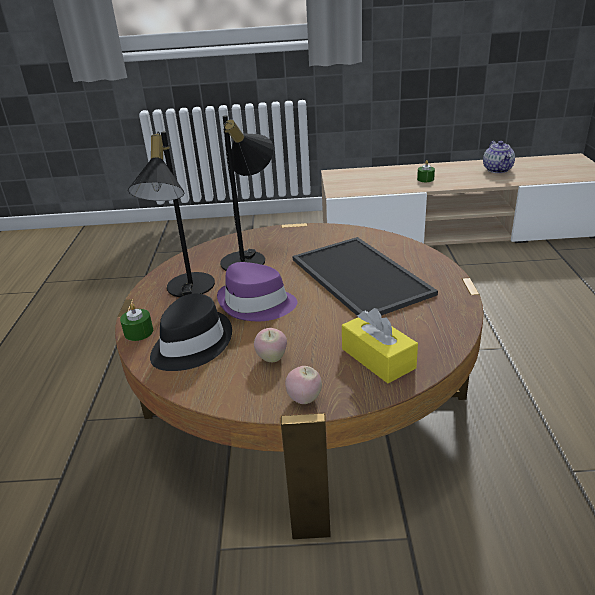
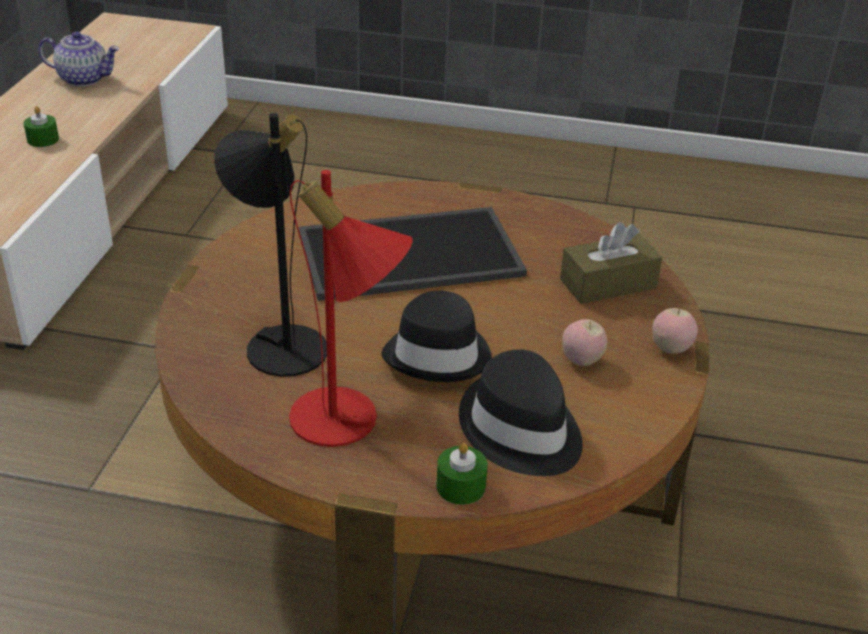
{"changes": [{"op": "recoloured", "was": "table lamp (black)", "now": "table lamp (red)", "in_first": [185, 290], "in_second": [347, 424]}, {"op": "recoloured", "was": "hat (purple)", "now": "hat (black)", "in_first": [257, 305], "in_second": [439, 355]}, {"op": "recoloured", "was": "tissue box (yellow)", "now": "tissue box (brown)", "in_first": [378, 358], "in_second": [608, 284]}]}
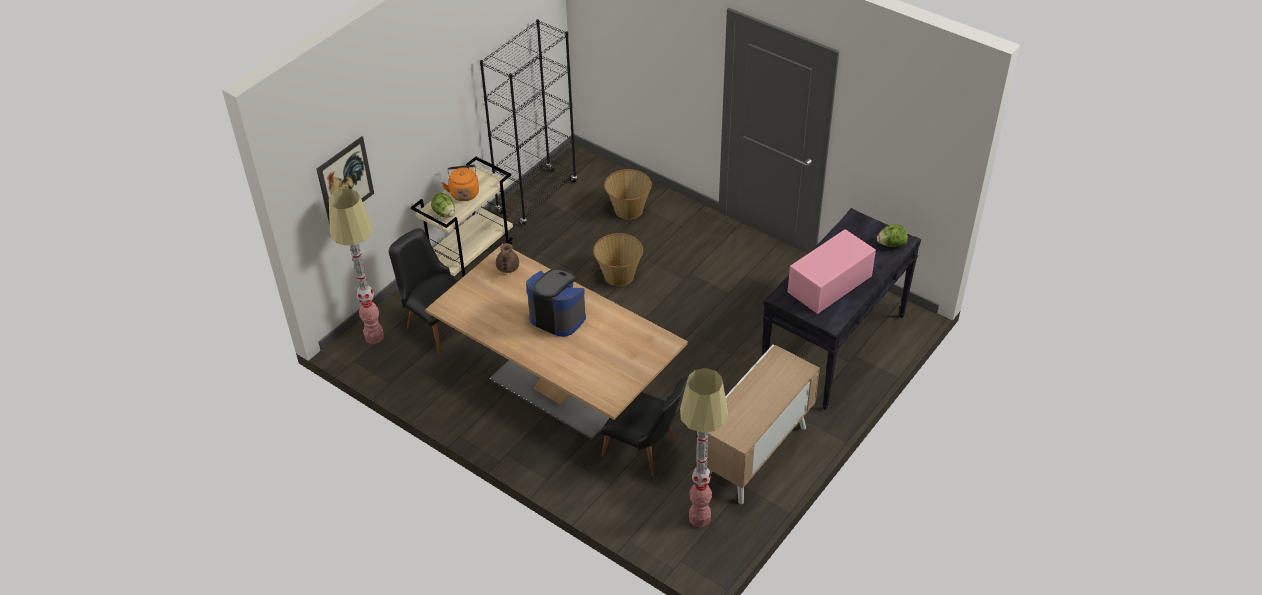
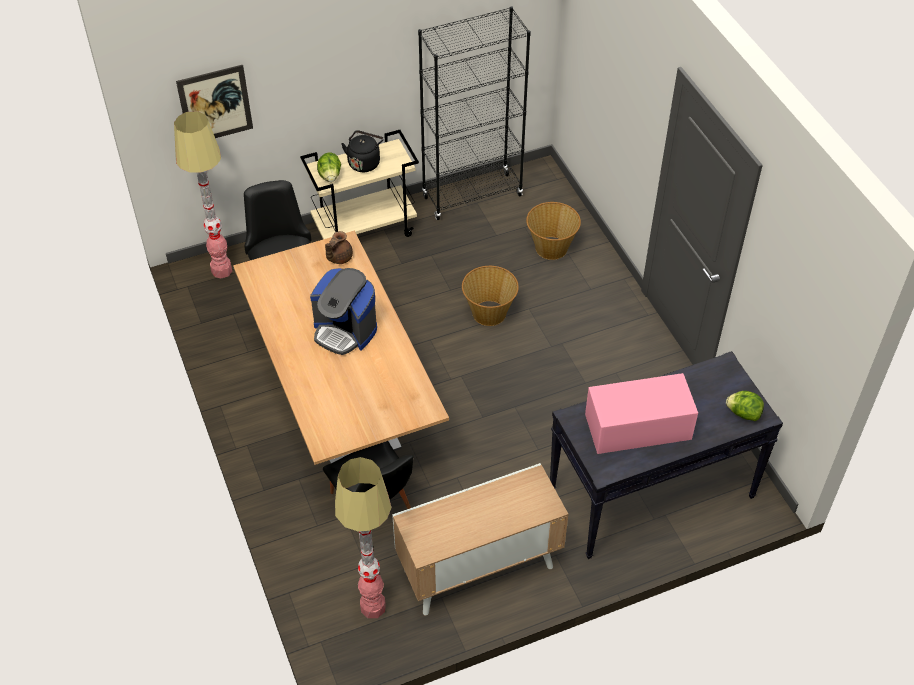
{"changes": [{"op": "recoloured", "was": "kettle (orange)", "now": "kettle (black)", "in_first": [464, 192], "in_second": [364, 162]}, {"op": "turned", "was": "coffee machine", "in_first": [558, 317], "in_second": [345, 331], "clockwise": 150}]}
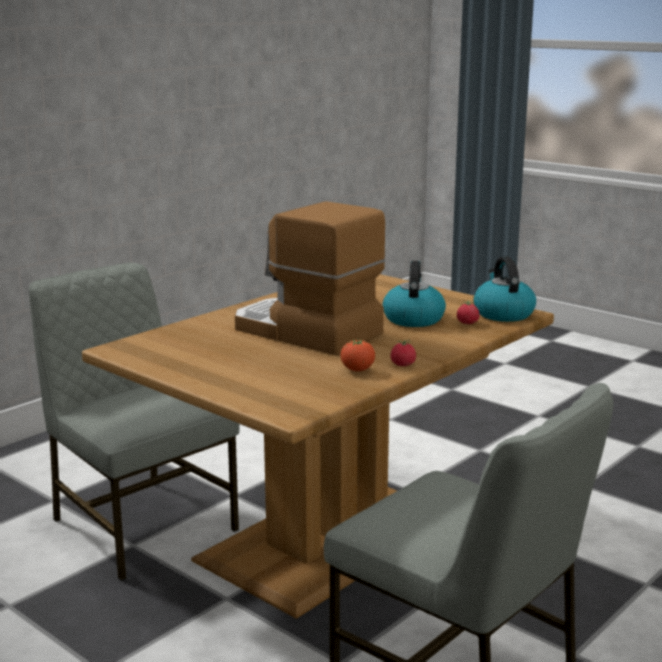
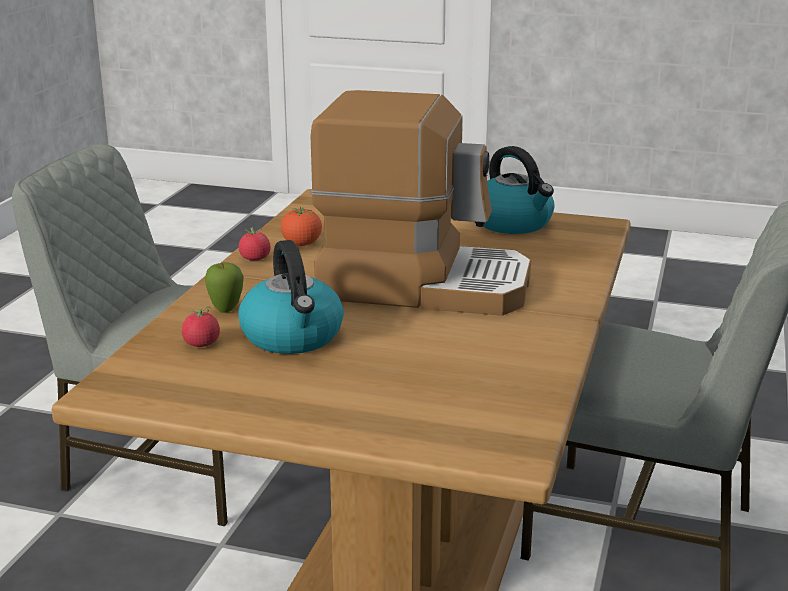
{"changes": [{"op": "moved", "was": "kettle", "in_first": [503, 313], "in_second": [513, 223]}, {"op": "added", "now": "apple", "in_second": [226, 310]}]}
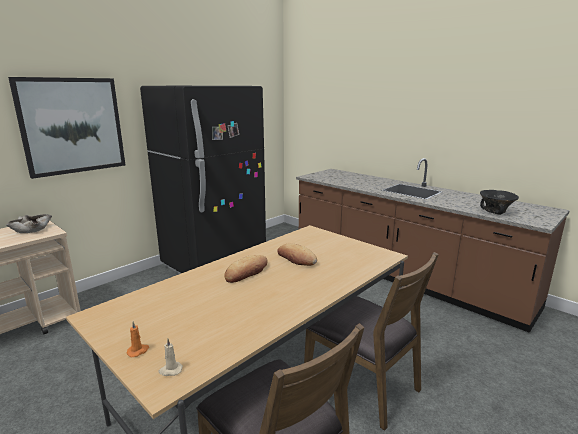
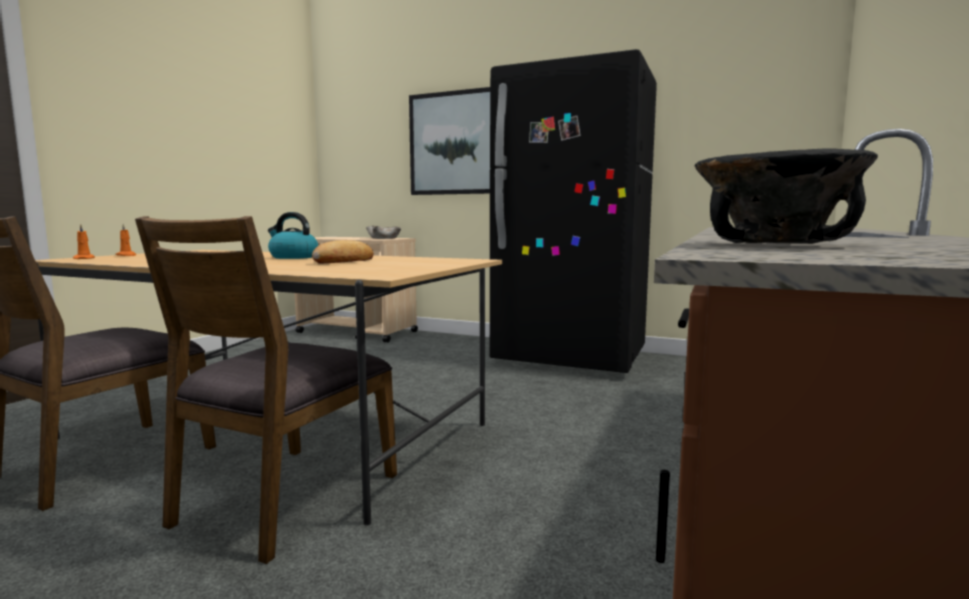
{"changes": [{"op": "recoloured", "was": "candle (beige)", "now": "candle (orange)", "in_first": [170, 370], "in_second": [84, 259]}, {"op": "replaced", "was": "bread", "now": "kettle", "in_first": [246, 272], "in_second": [293, 257]}]}
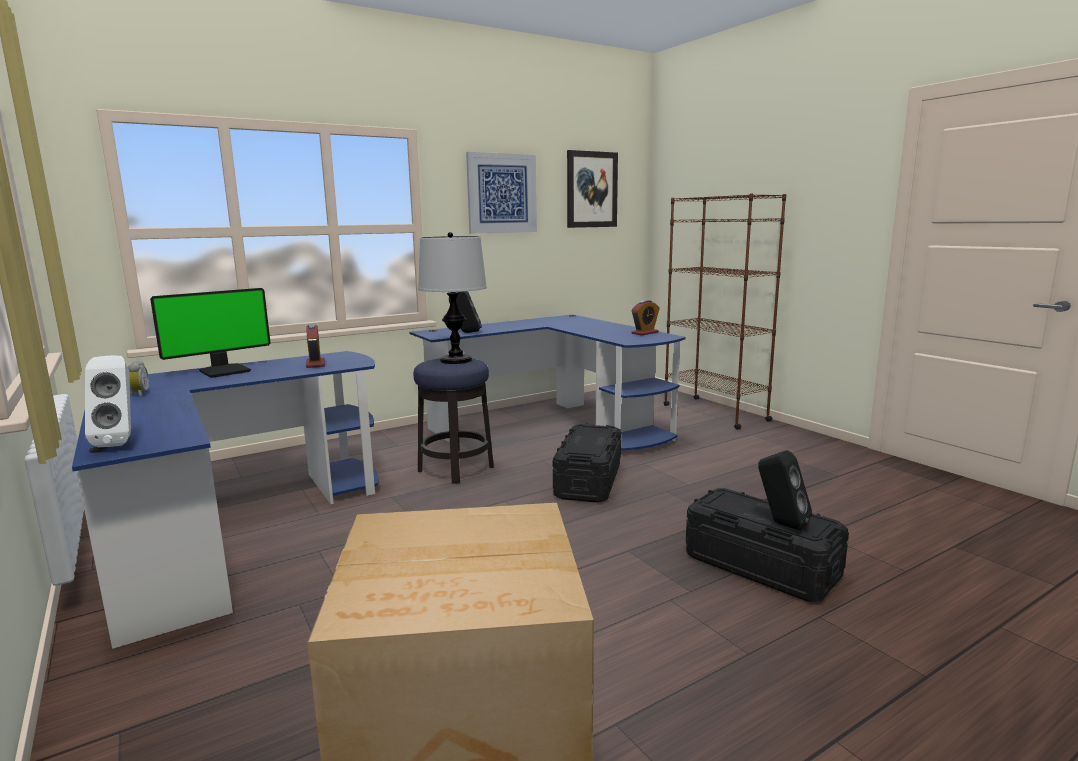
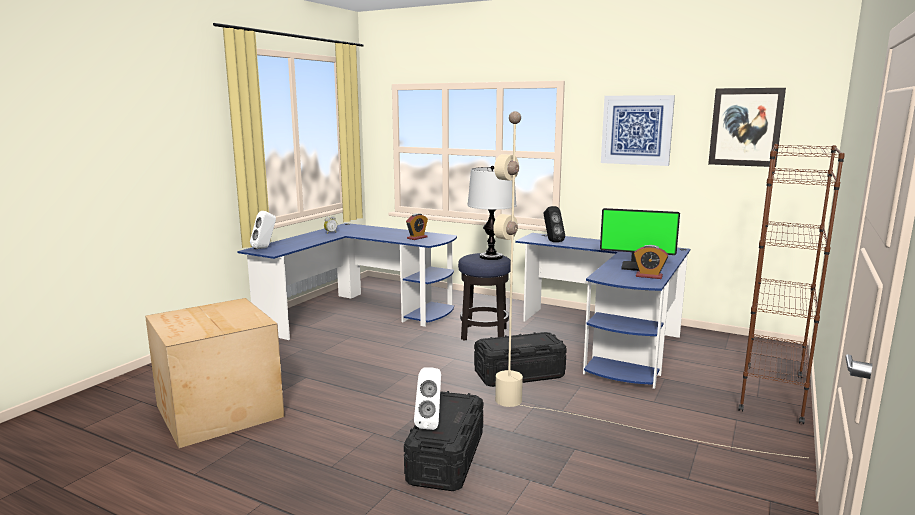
{"changes": [{"op": "moved", "was": "monitor", "in_first": [225, 371], "in_second": [636, 266]}, {"op": "recoloured", "was": "speaker (black)", "now": "speaker (white)", "in_first": [780, 524], "in_second": [431, 423]}, {"op": "added", "now": "floor lamp (beige)", "in_second": [581, 416]}]}
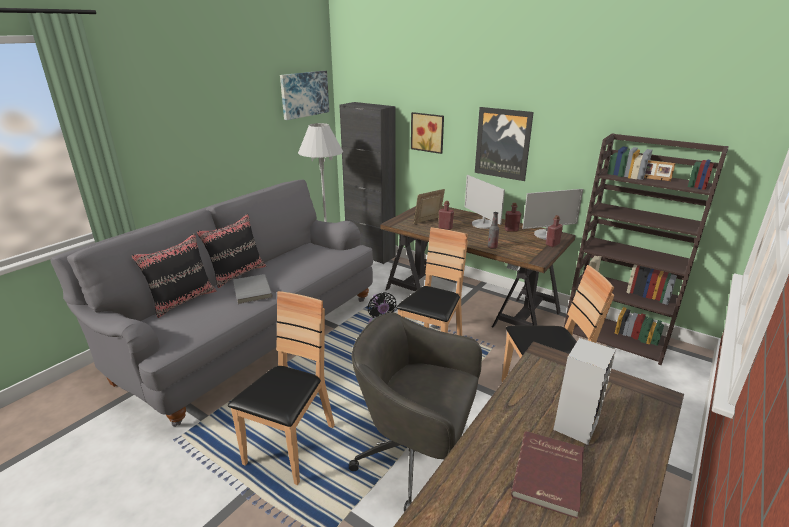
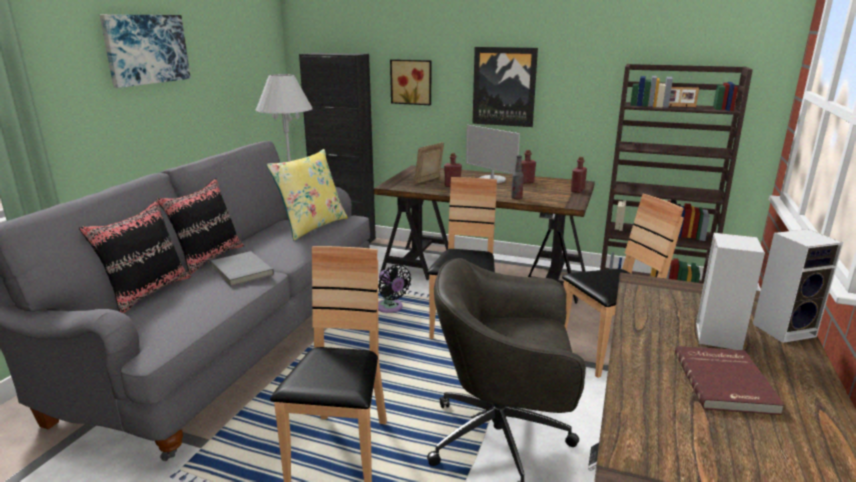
{"changes": [{"op": "moved", "was": "picture", "in_first": [304, 94], "in_second": [146, 49]}, {"op": "removed", "was": "monitor", "in_first": [546, 235]}, {"op": "added", "now": "pillow (yellow)", "in_second": [312, 226]}, {"op": "added", "now": "speaker", "in_second": [784, 329]}]}
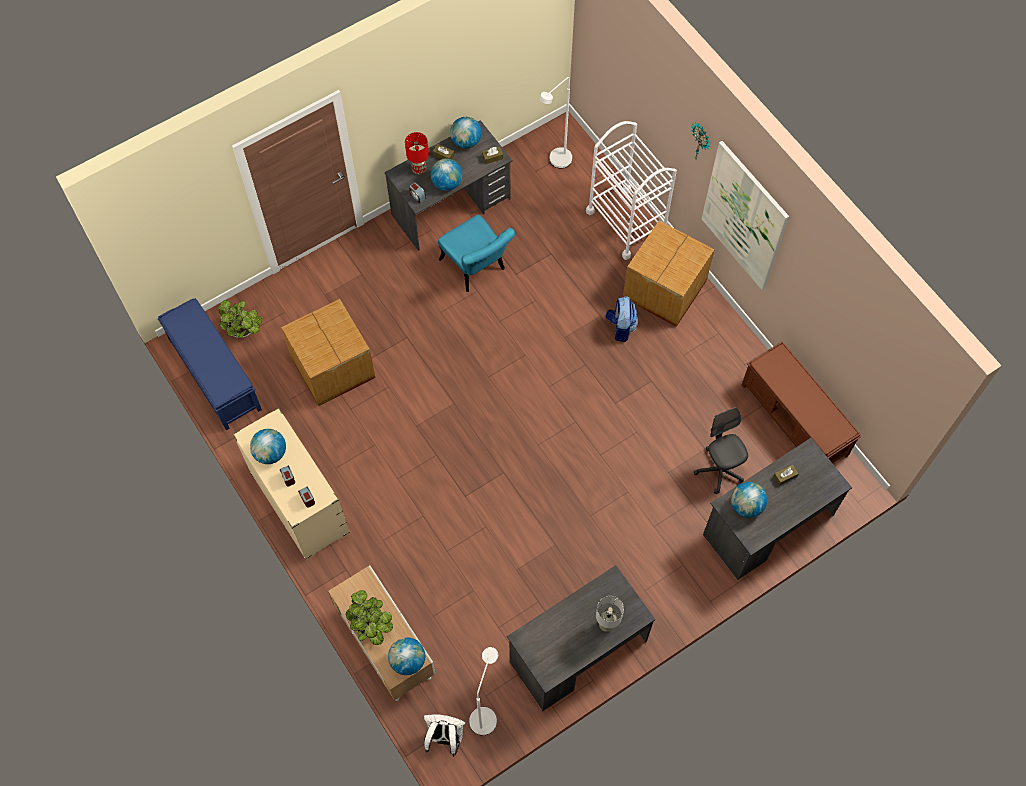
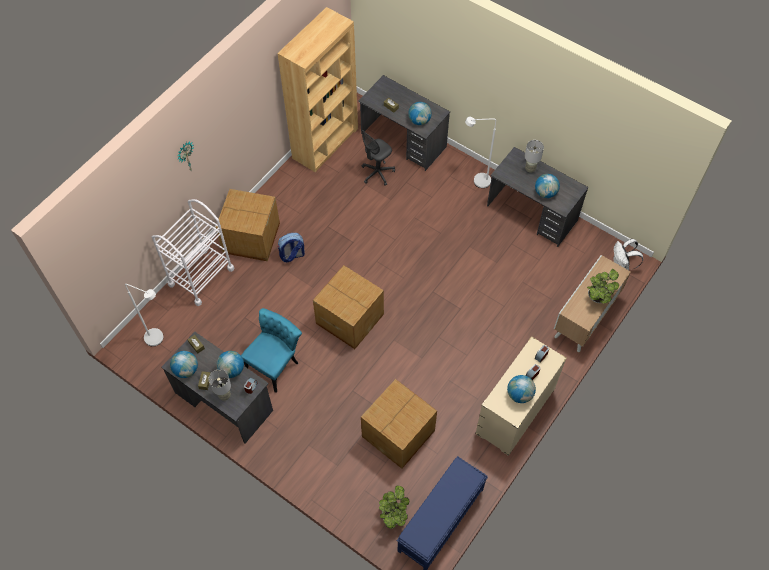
{"changes": [{"op": "moved", "was": "globe", "in_first": [407, 660], "in_second": [545, 193]}, {"op": "recoloured", "was": "table lamp (red)", "now": "table lamp (grey)", "in_first": [419, 169], "in_second": [225, 395]}, {"op": "moved", "was": "floor lamp (white)", "in_first": [485, 713], "in_second": [477, 181]}, {"op": "removed", "was": "picture", "in_first": [744, 216]}, {"op": "replaced", "was": "bench (brown)", "now": "bookcase (brown)", "in_first": [795, 420], "in_second": [325, 143]}, {"op": "added", "now": "cardboard box", "in_second": [349, 318]}]}
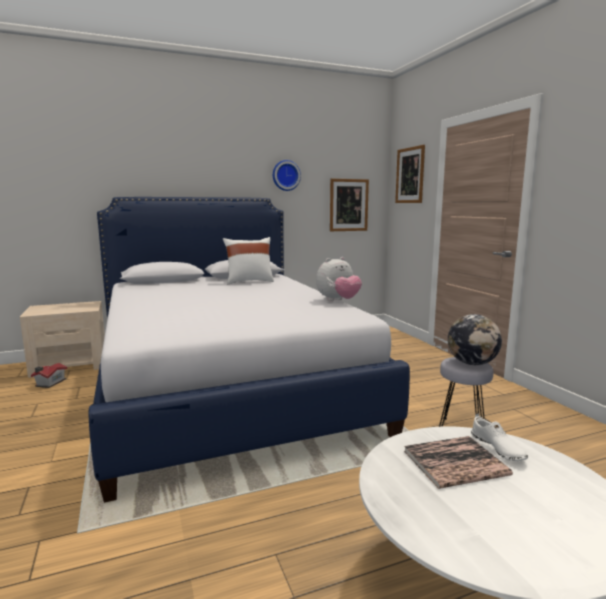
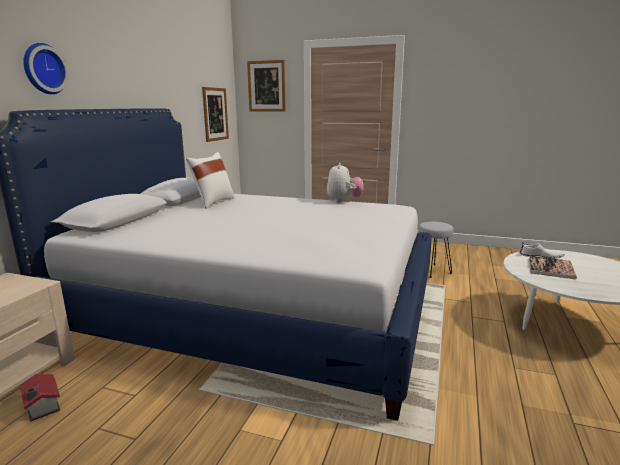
{"changes": [{"op": "moved", "was": "wall clock", "in_first": [285, 175], "in_second": [43, 69]}, {"op": "removed", "was": "globe", "in_first": [472, 363]}]}
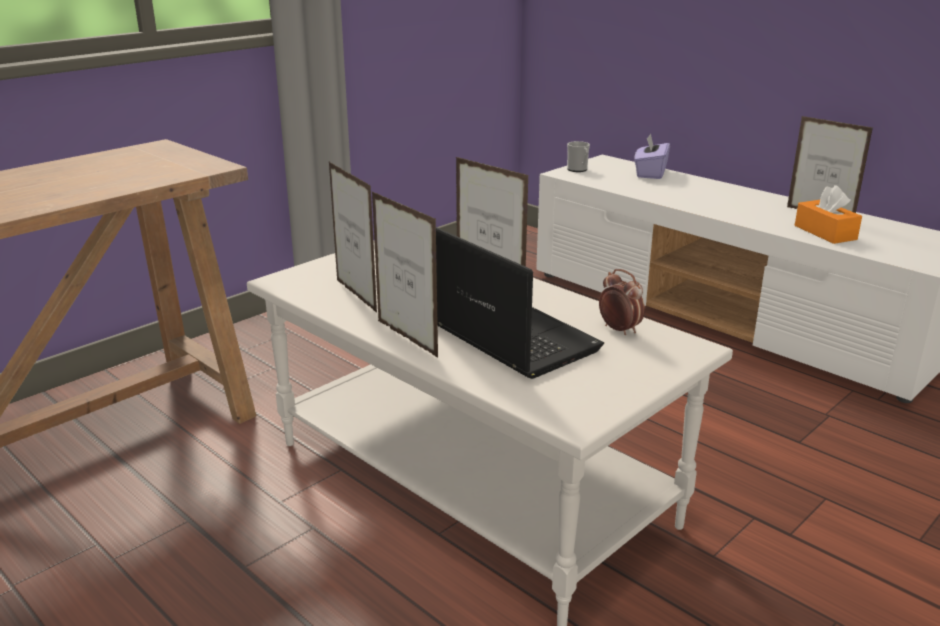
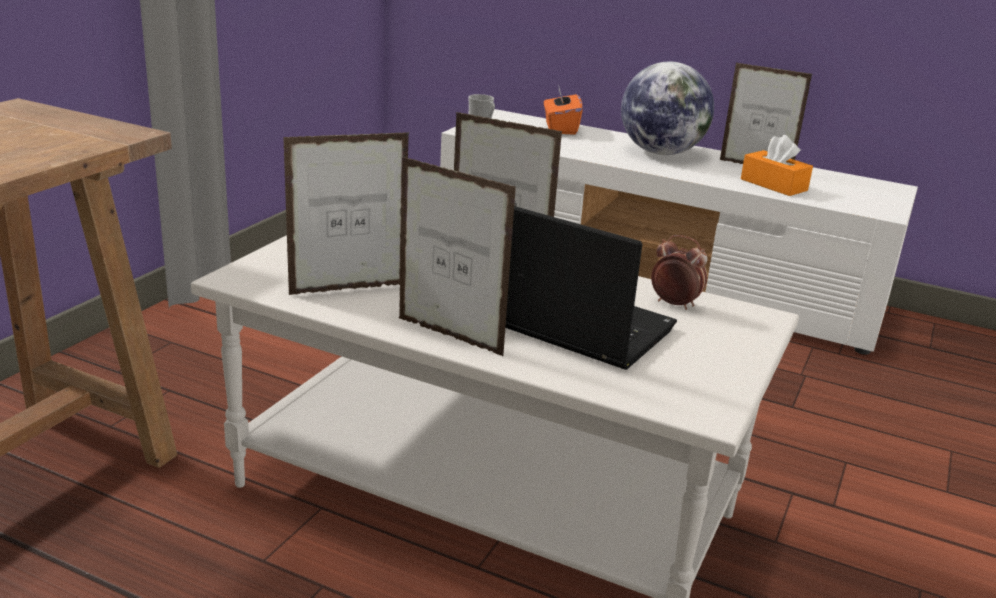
{"changes": [{"op": "turned", "was": "picture frame", "in_first": [356, 296], "in_second": [348, 289], "clockwise": 120}, {"op": "recoloured", "was": "tissue box (purple)", "now": "tissue box (orange)", "in_first": [650, 173], "in_second": [560, 128]}, {"op": "added", "now": "globe", "in_second": [660, 153]}]}
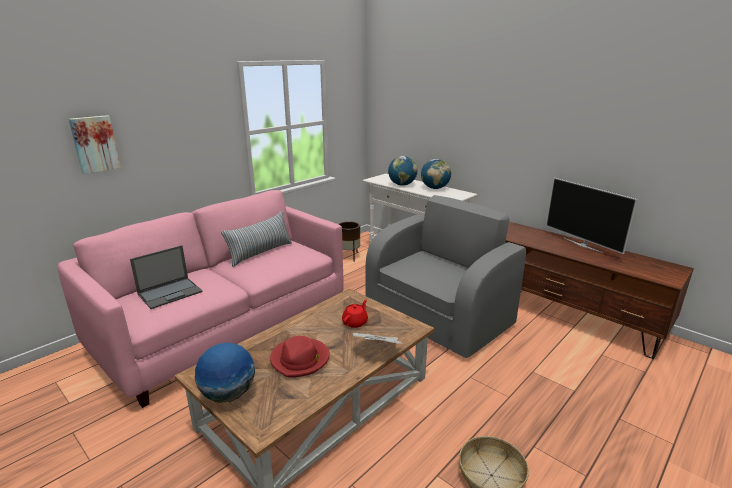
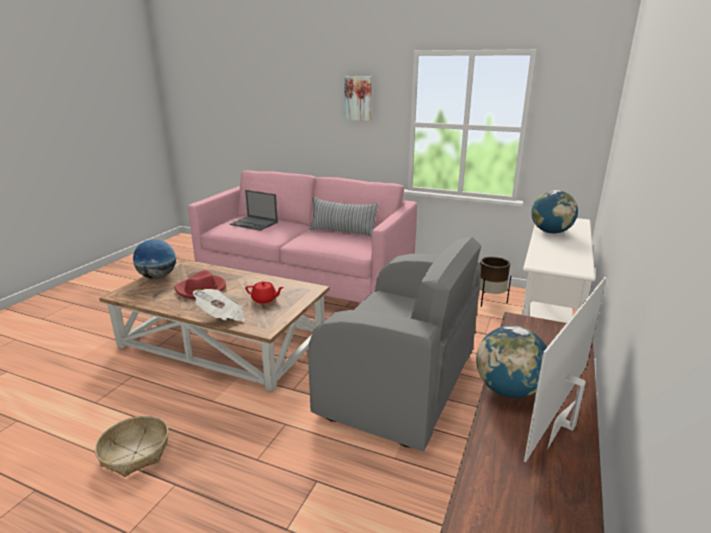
{"changes": [{"op": "moved", "was": "picture", "in_first": [94, 144], "in_second": [358, 98]}, {"op": "moved", "was": "globe", "in_first": [435, 188], "in_second": [508, 390]}]}
